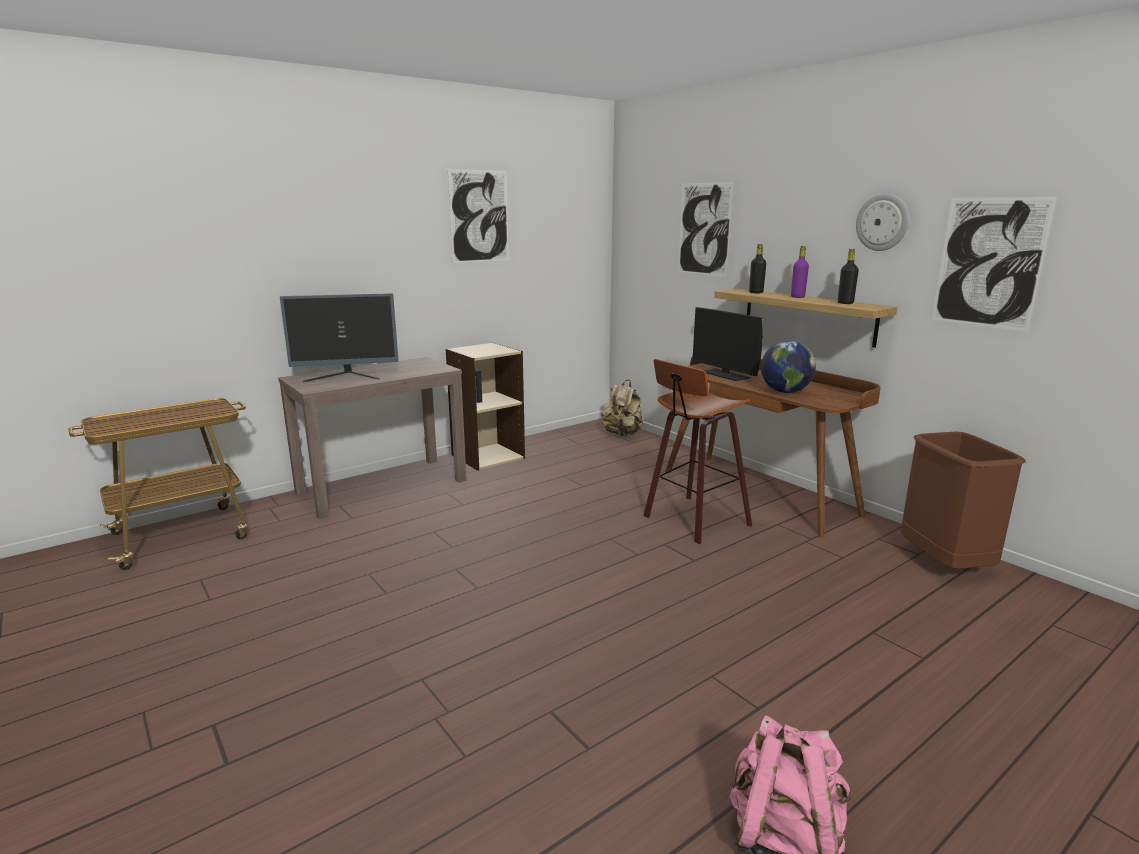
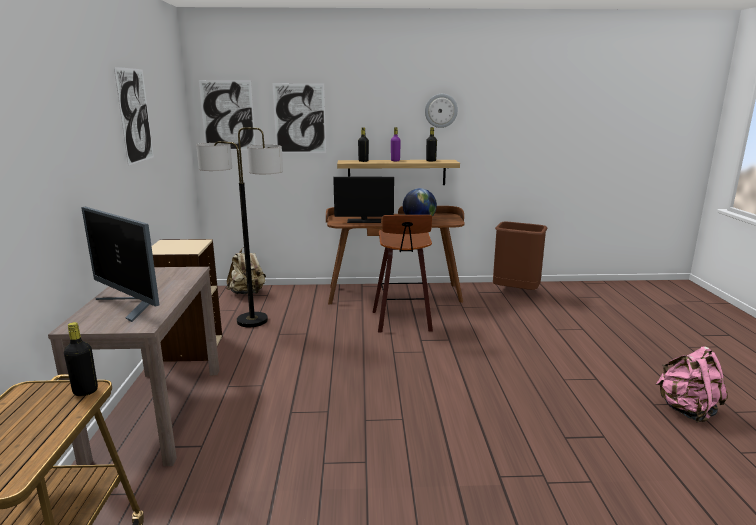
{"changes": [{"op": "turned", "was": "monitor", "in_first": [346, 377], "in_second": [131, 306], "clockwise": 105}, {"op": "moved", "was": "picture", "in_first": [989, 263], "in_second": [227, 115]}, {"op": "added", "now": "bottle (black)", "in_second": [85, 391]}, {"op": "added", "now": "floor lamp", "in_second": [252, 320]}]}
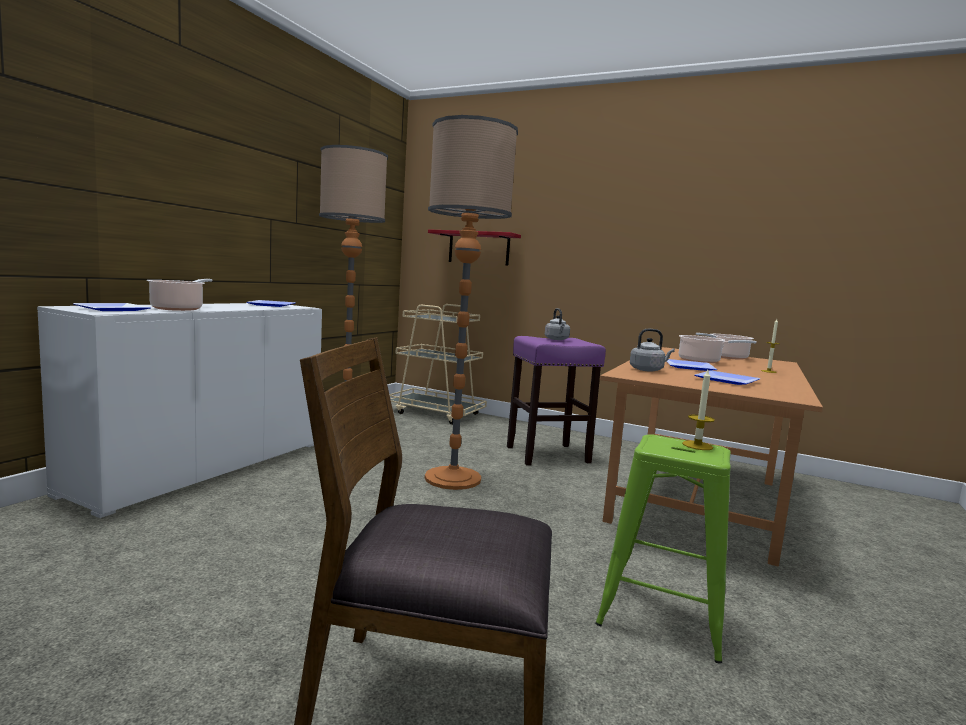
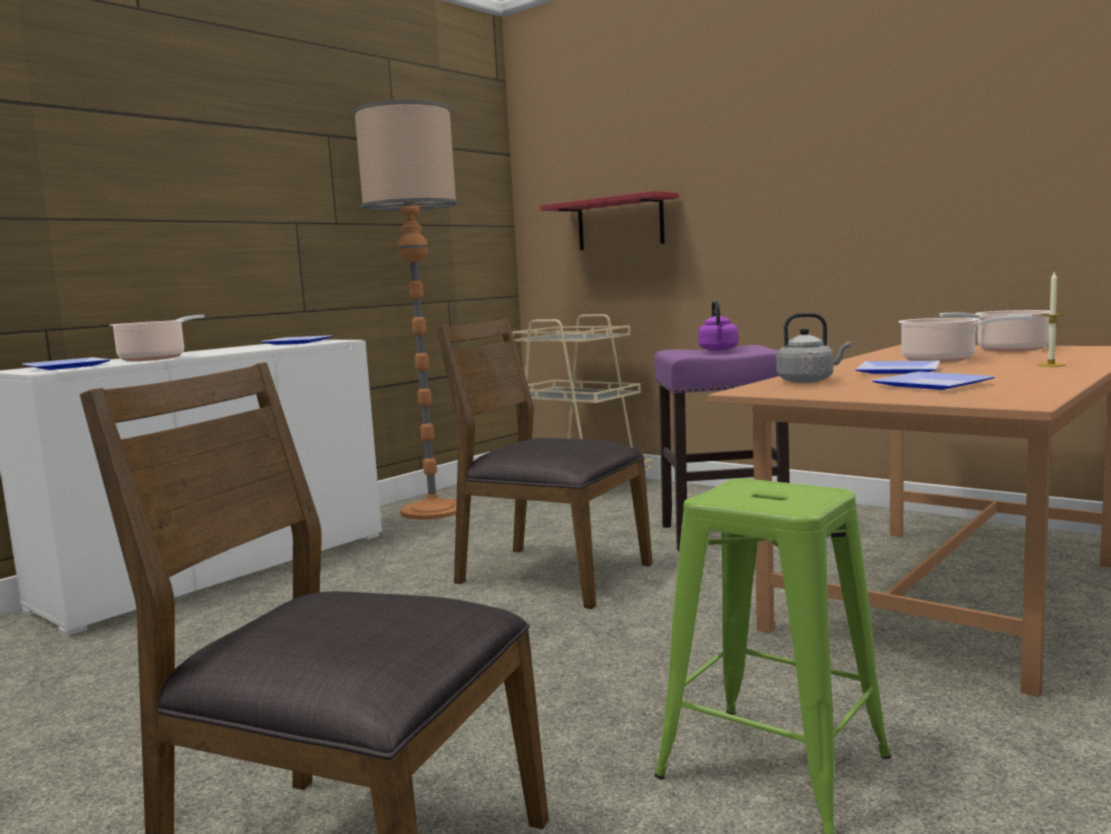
{"changes": [{"op": "replaced", "was": "floor lamp", "now": "chair (brown)", "in_first": [452, 478], "in_second": [551, 574]}, {"op": "recoloured", "was": "kettle (grey)", "now": "kettle (purple)", "in_first": [557, 339], "in_second": [718, 350]}, {"op": "removed", "was": "candle", "in_first": [697, 445]}]}
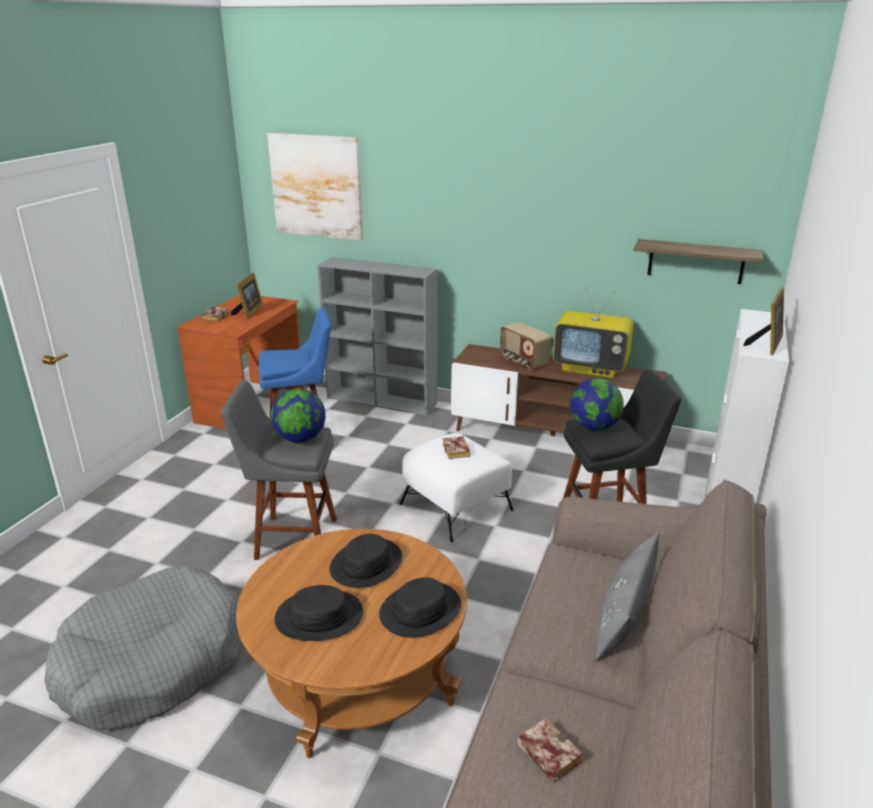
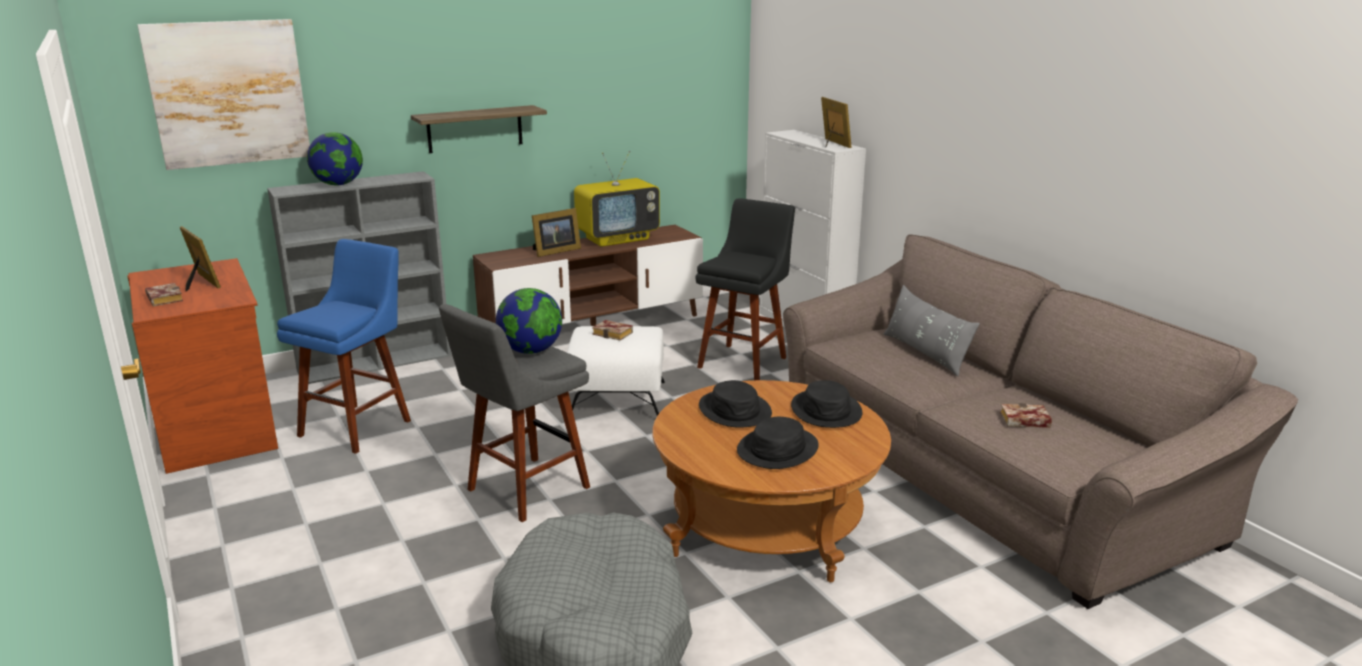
{"changes": [{"op": "replaced", "was": "radio", "now": "picture frame", "in_first": [523, 362], "in_second": [554, 251]}, {"op": "moved", "was": "globe", "in_first": [594, 427], "in_second": [338, 184]}, {"op": "moved", "was": "shelf", "in_first": [696, 261], "in_second": [475, 129]}]}
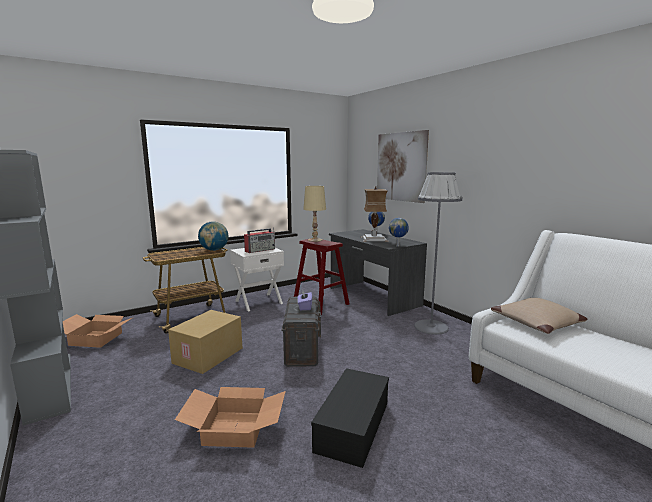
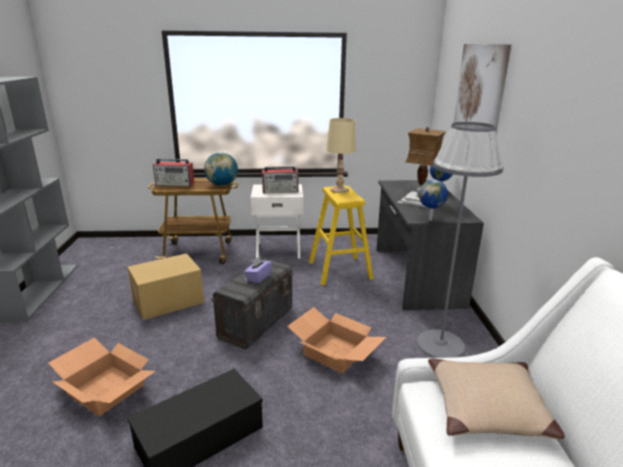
{"changes": [{"op": "moved", "was": "cardboard box", "in_first": [95, 339], "in_second": [333, 352]}, {"op": "recoloured", "was": "stool (red)", "now": "stool (yellow)", "in_first": [320, 304], "in_second": [339, 270]}, {"op": "added", "now": "radio", "in_second": [175, 184]}]}
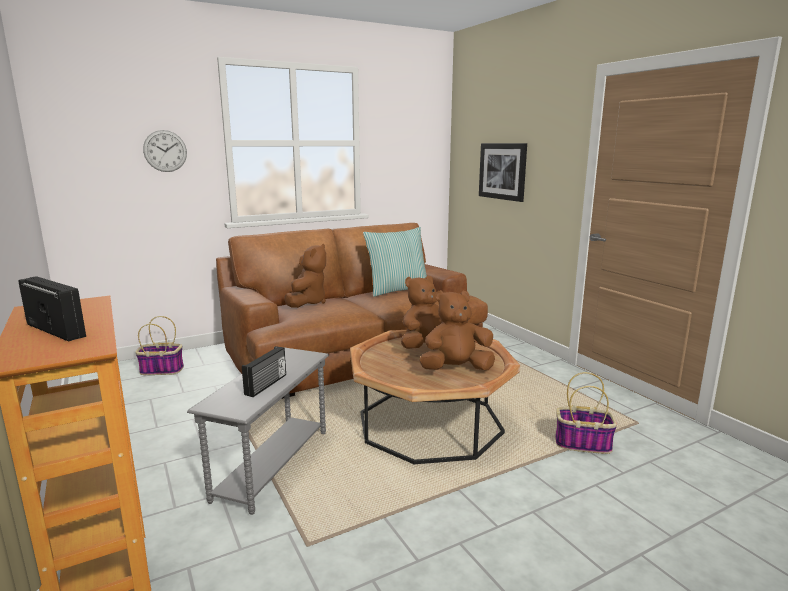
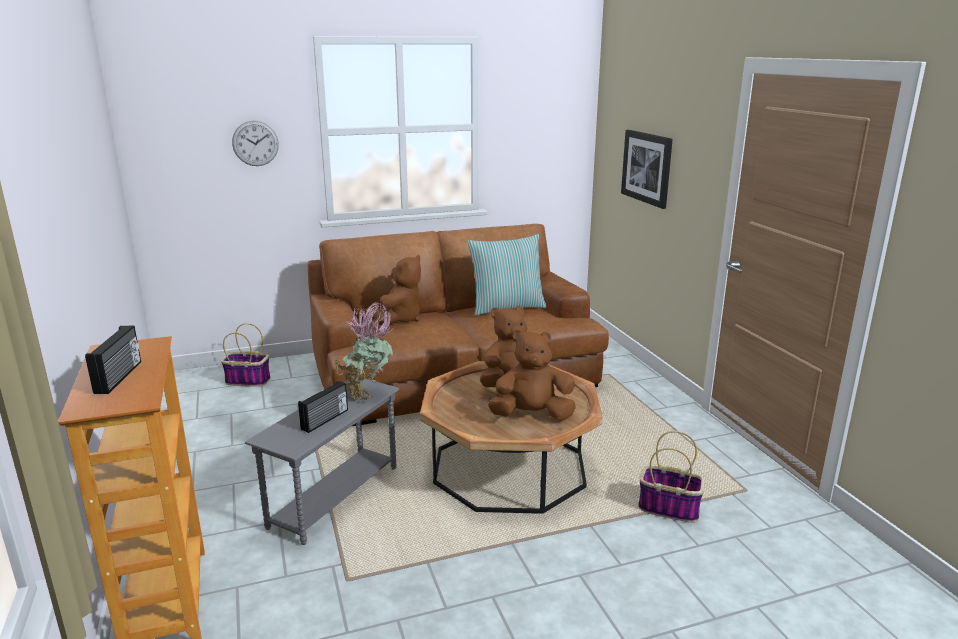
{"changes": [{"op": "turned", "was": "radio", "in_first": [57, 330], "in_second": [120, 377], "clockwise": 45}, {"op": "added", "now": "potted plant", "in_second": [367, 394]}]}
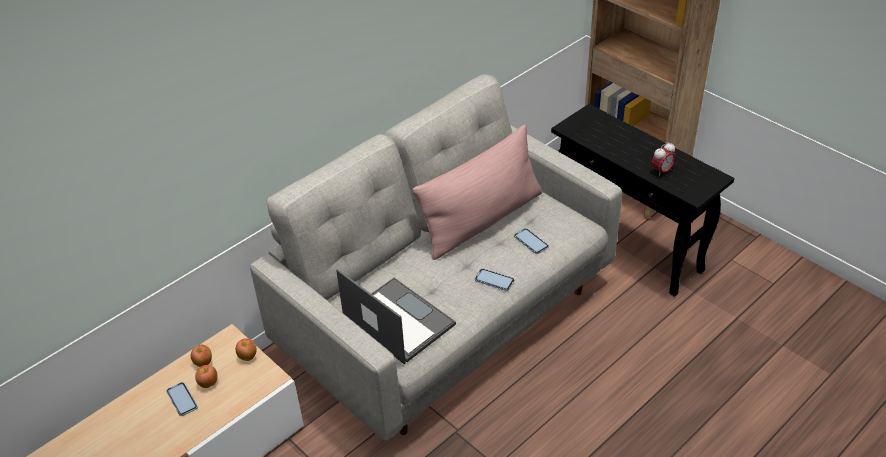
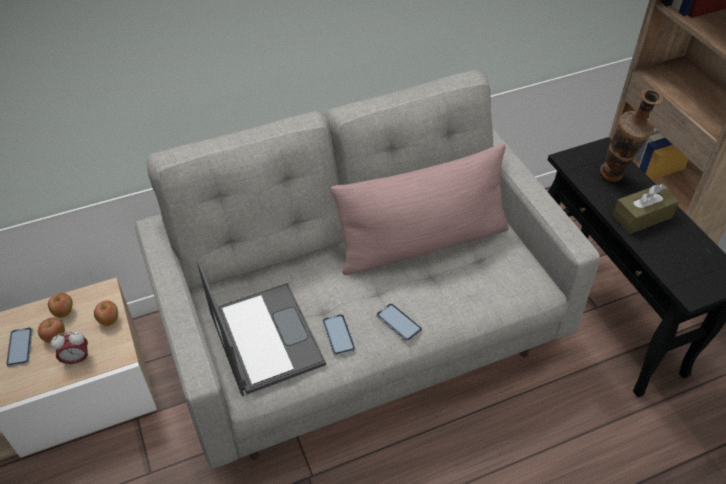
{"changes": [{"op": "moved", "was": "phone", "in_first": [531, 242], "in_second": [338, 335]}, {"op": "moved", "was": "alarm clock", "in_first": [662, 171], "in_second": [77, 359]}, {"op": "added", "now": "vase", "in_second": [615, 179]}, {"op": "added", "now": "tissue box (brown)", "in_second": [642, 217]}]}
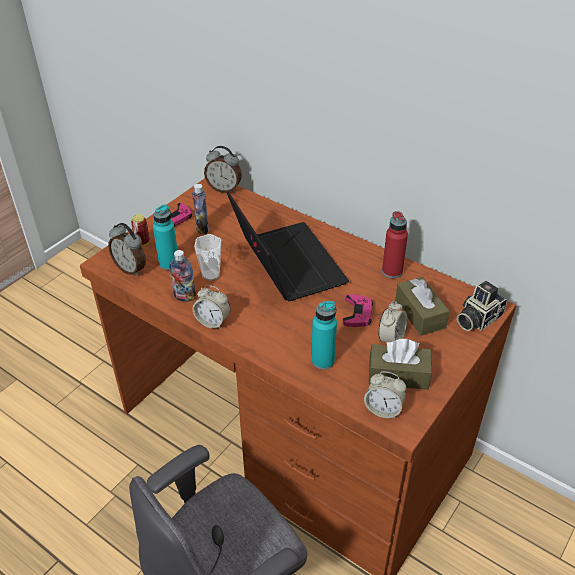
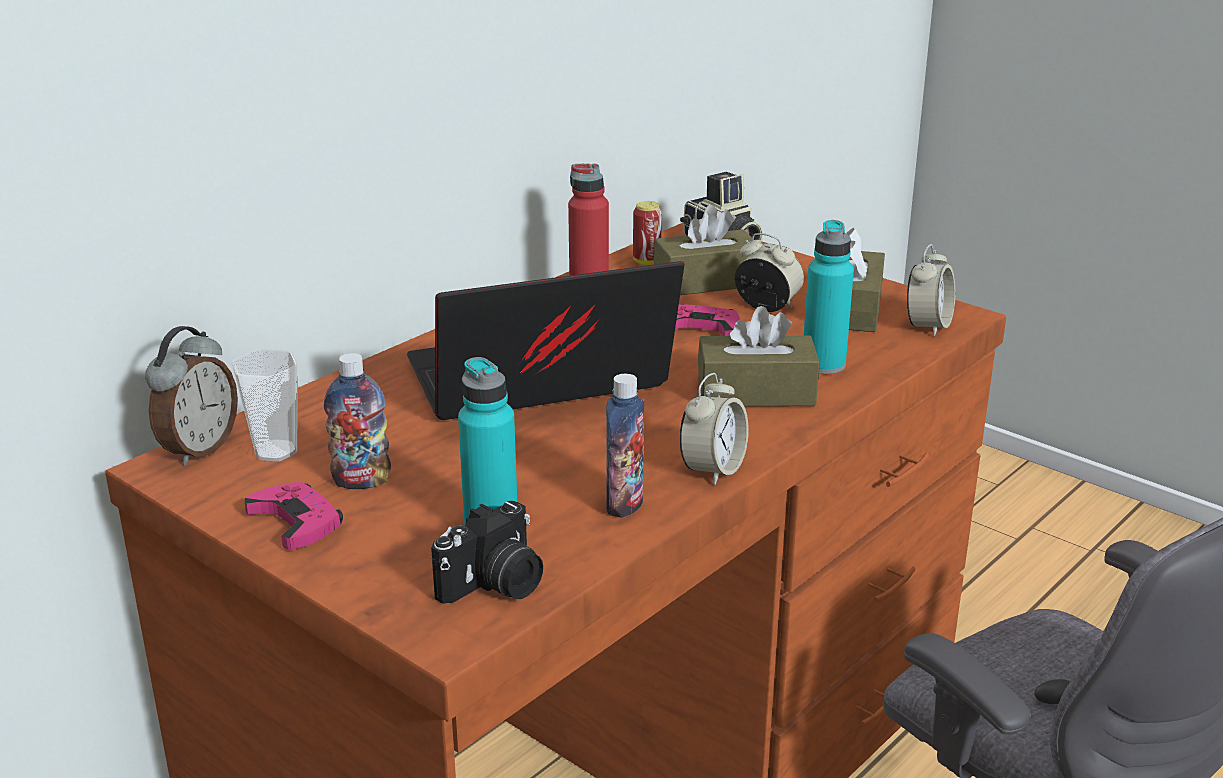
{"changes": [{"op": "replaced", "was": "alarm clock", "now": "photo camera", "in_first": [131, 269], "in_second": [495, 585]}, {"op": "moved", "was": "can", "in_first": [142, 243], "in_second": [646, 262]}, {"op": "moved", "was": "cup", "in_first": [211, 275], "in_second": [275, 451]}, {"op": "added", "now": "tissue box (brown)", "in_second": [756, 392]}]}
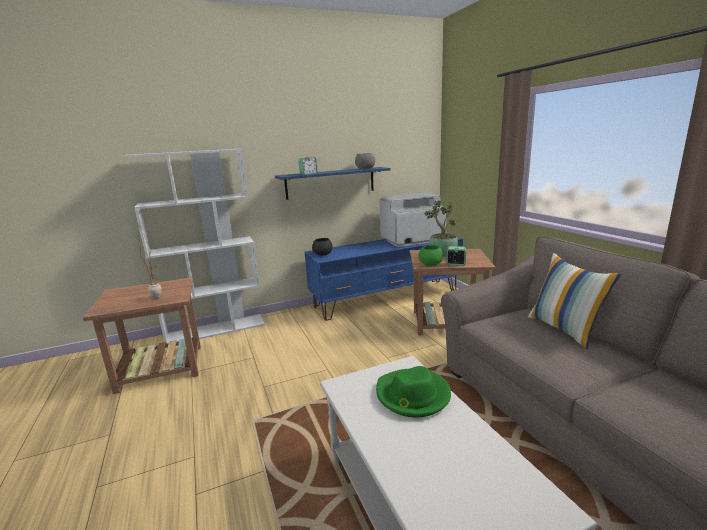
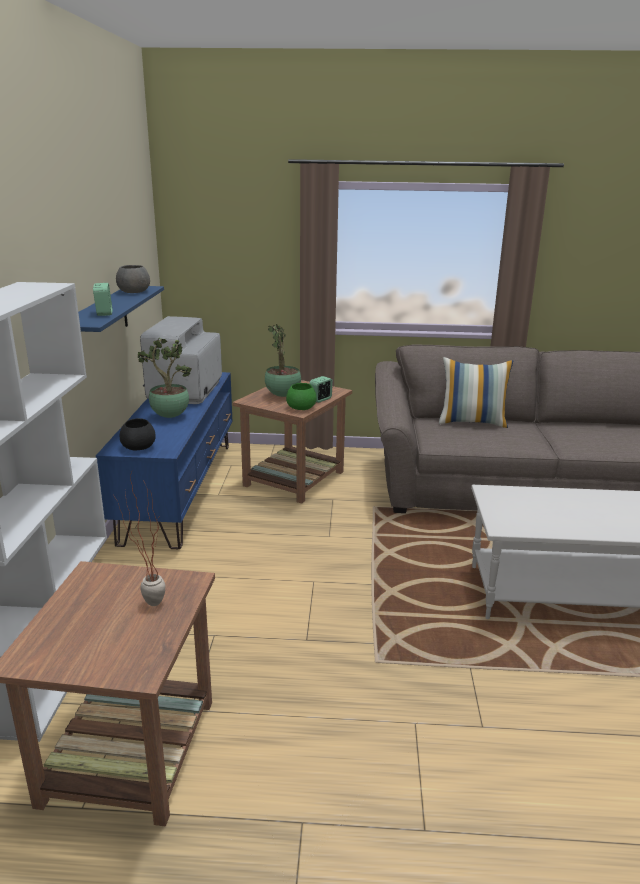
{"changes": [{"op": "removed", "was": "hat (green)", "in_first": [412, 395]}, {"op": "added", "now": "potted plant", "in_second": [169, 416]}]}
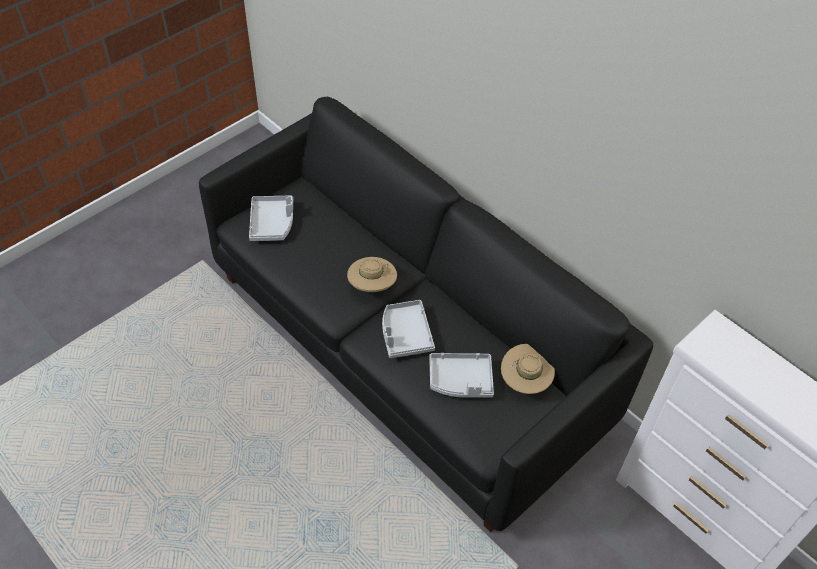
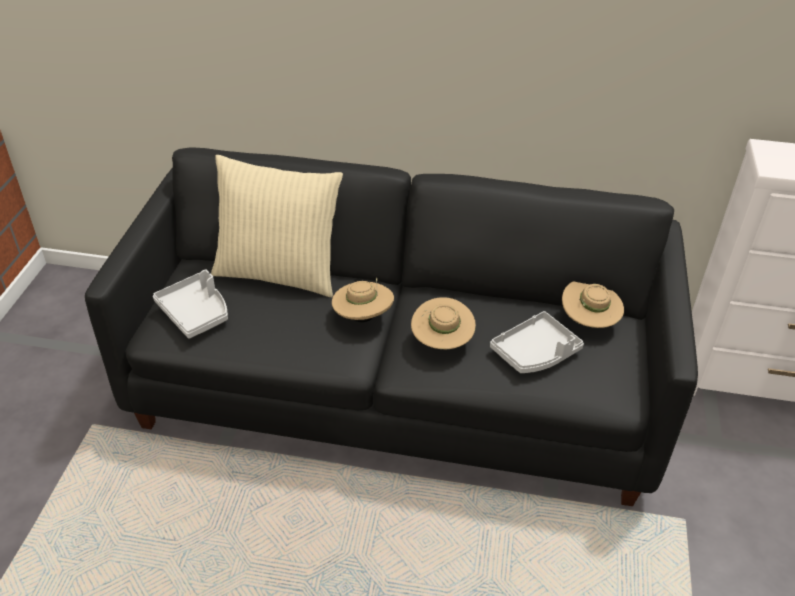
{"changes": [{"op": "replaced", "was": "tray (grey)", "now": "hat (beige)", "in_first": [405, 334], "in_second": [441, 342]}, {"op": "added", "now": "pillow (beige)", "in_second": [279, 273]}]}
